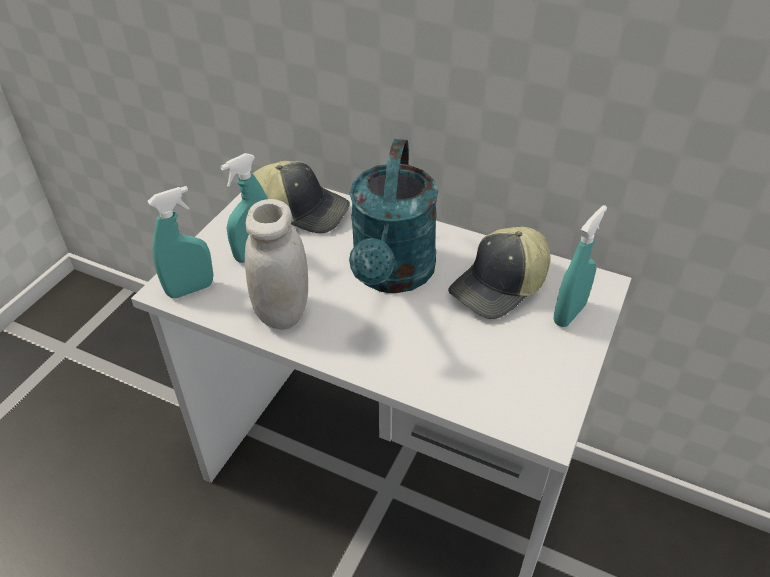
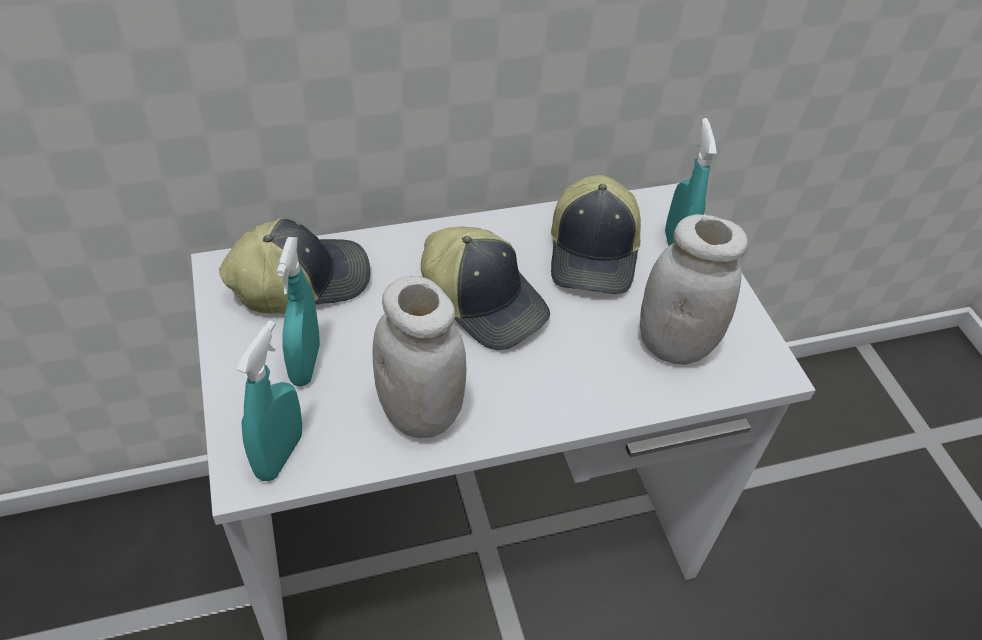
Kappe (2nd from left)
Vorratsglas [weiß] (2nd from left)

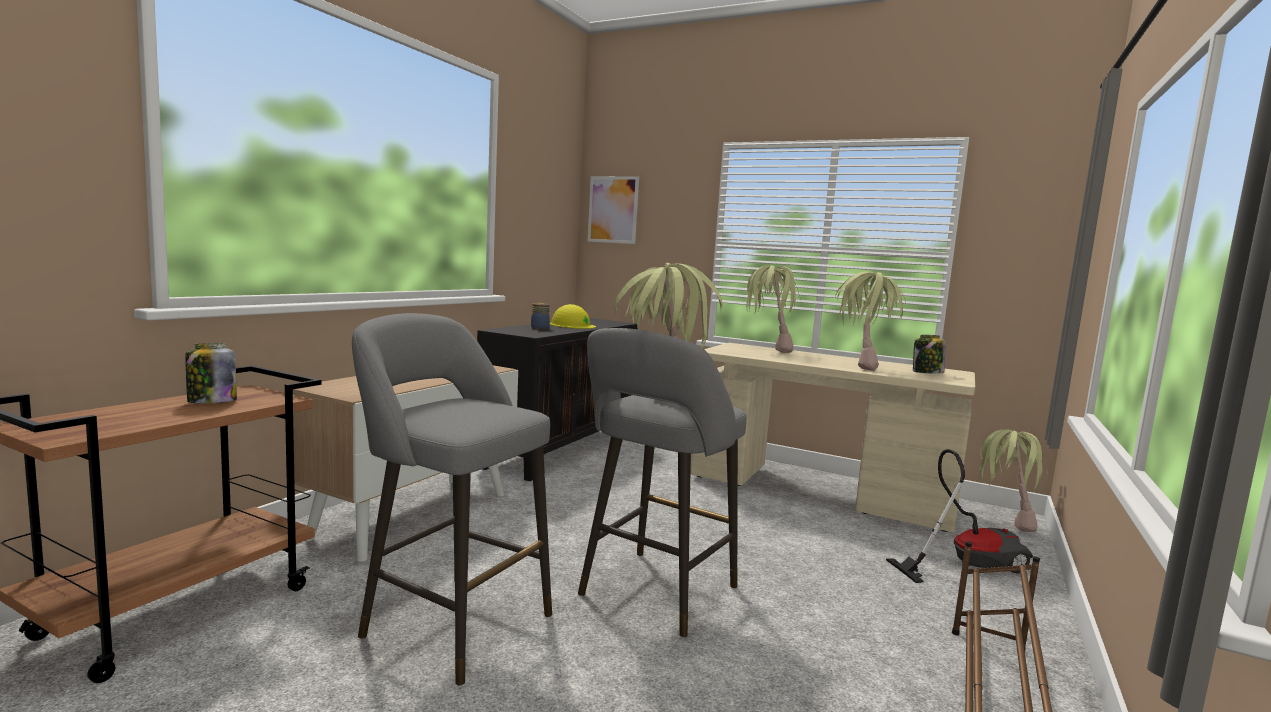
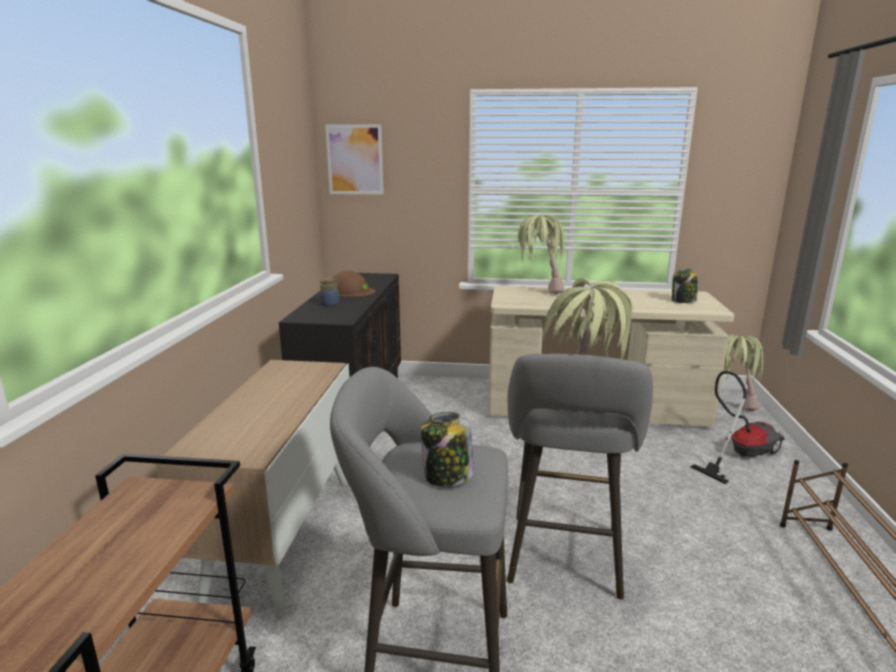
Topfpflanze (3rd from left in the first image)
Schutzhelm [braun]
Vorratsglas (2nd from left)

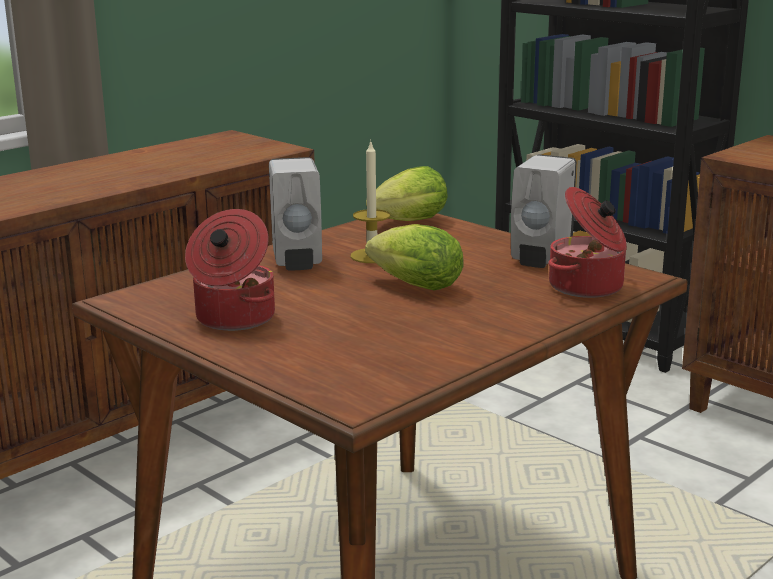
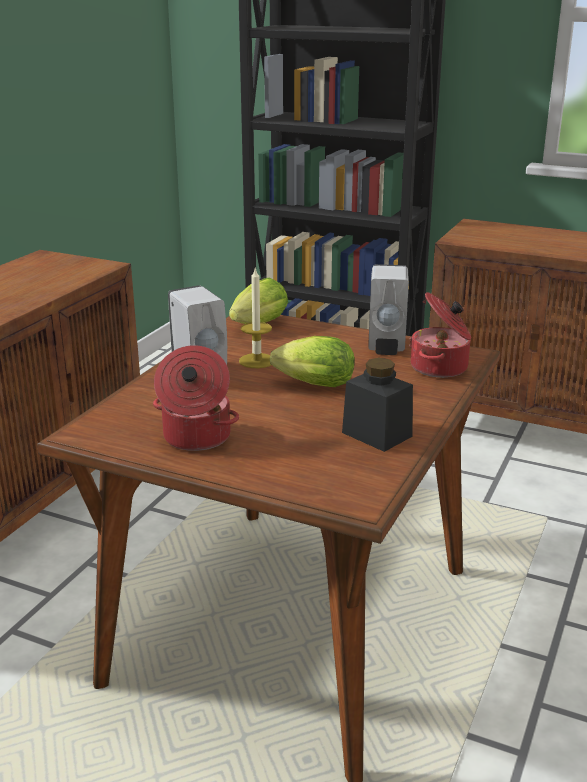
Vorratsglas [schwarz]

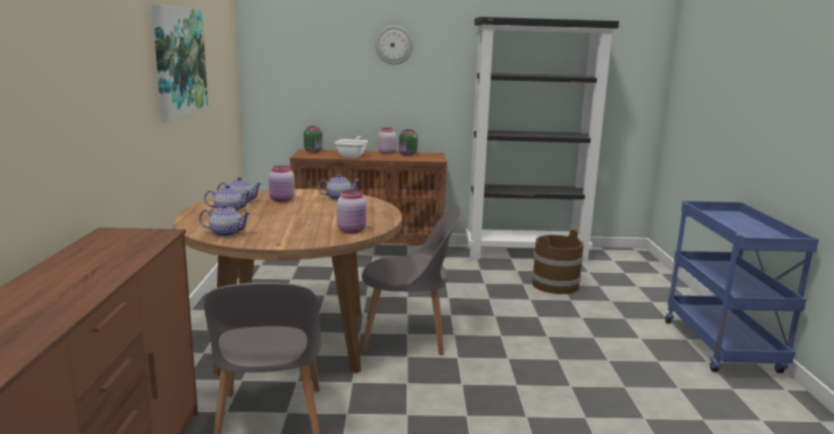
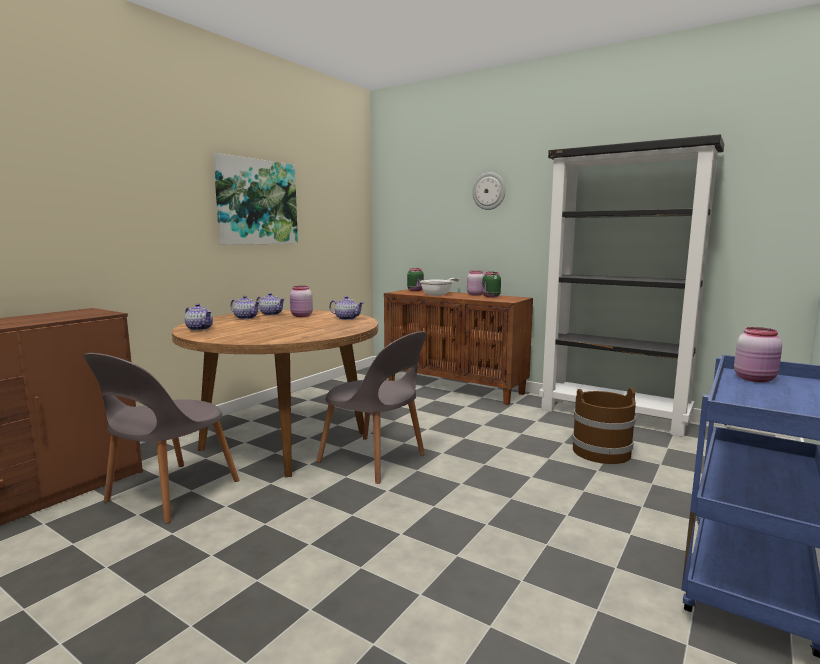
Vorratsglas [rosa] (3rd from left)

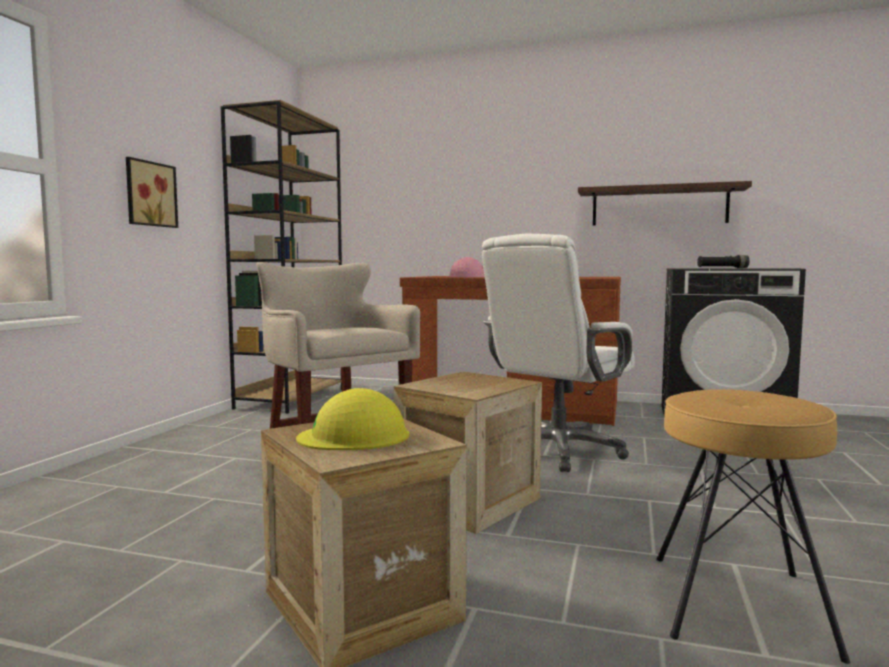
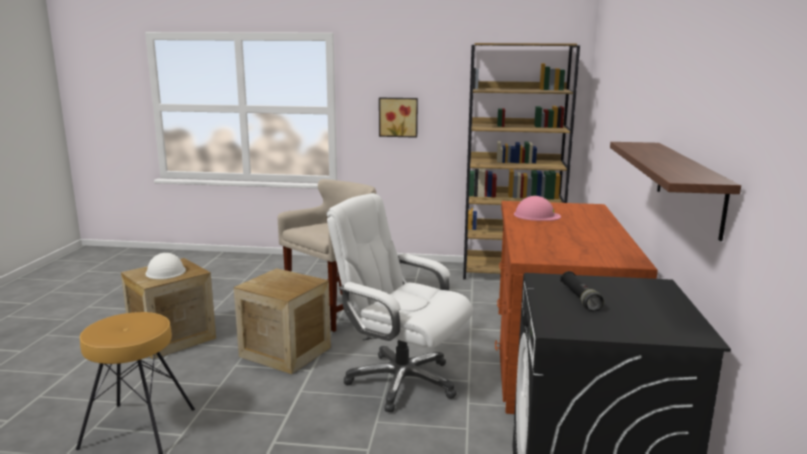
Schutzhelm [weiß]

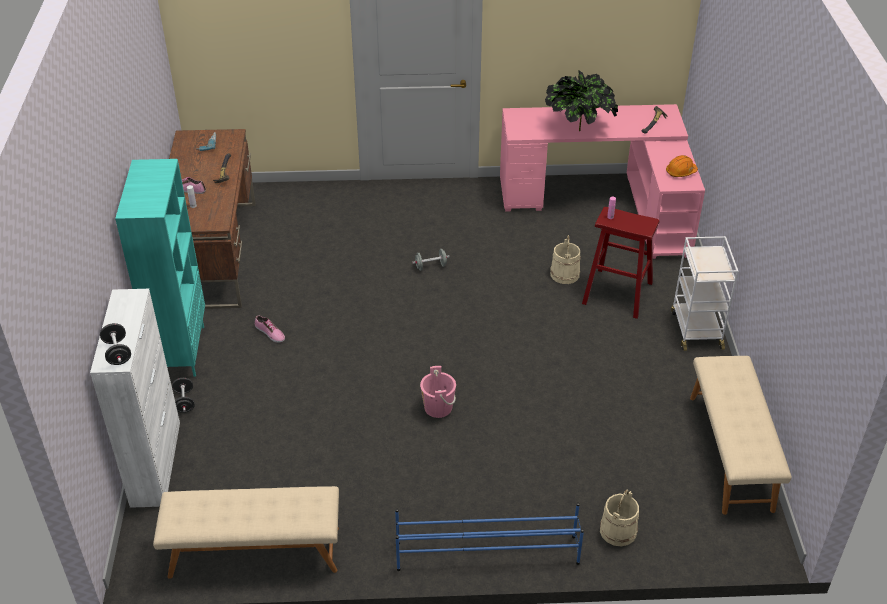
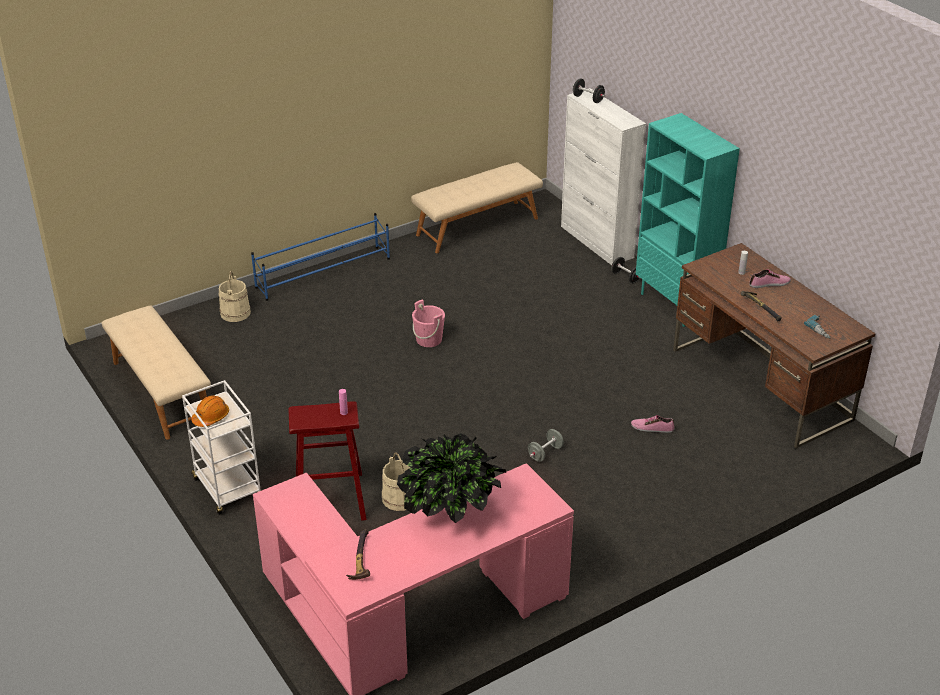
Schutzhelm [orange]
Schuh (1st from left)

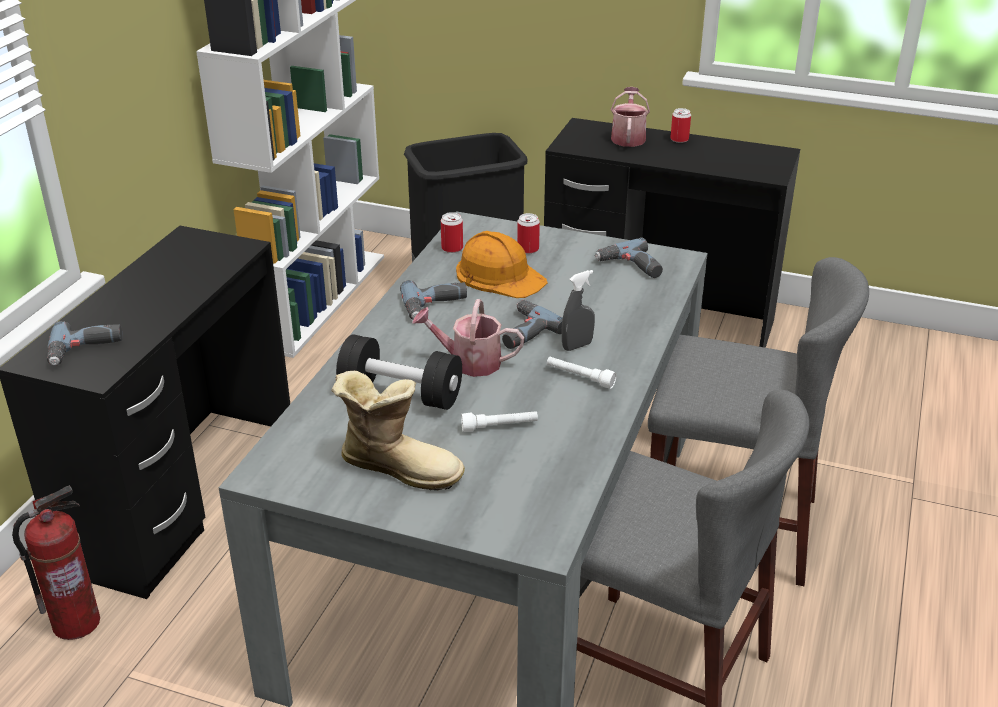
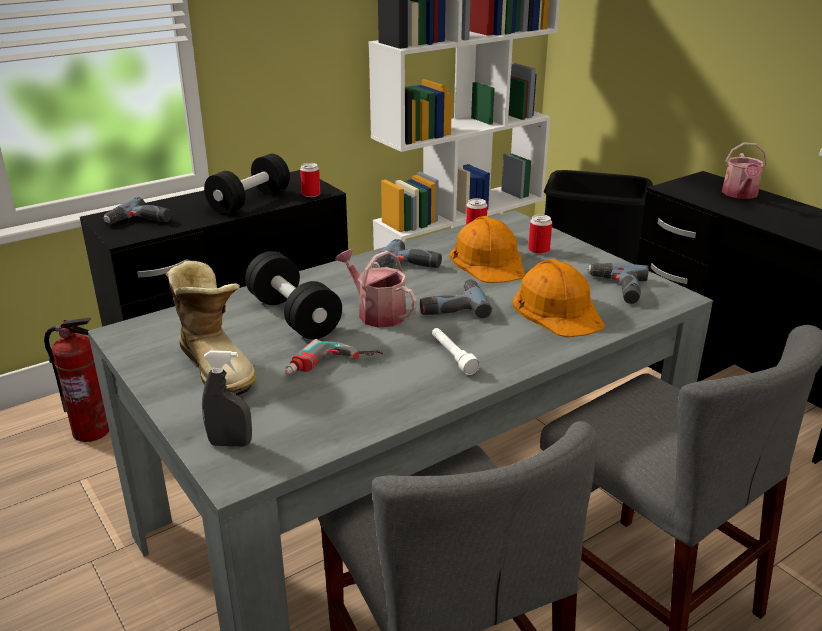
Gießkanne (2nd from left)
Dose (1st from left)
Sprühflasche [grau]
Bohrmaschine (2nd from left)
Hantel [schwarz] (1st from left)
Schutzhelm [orange] (2nd from left)

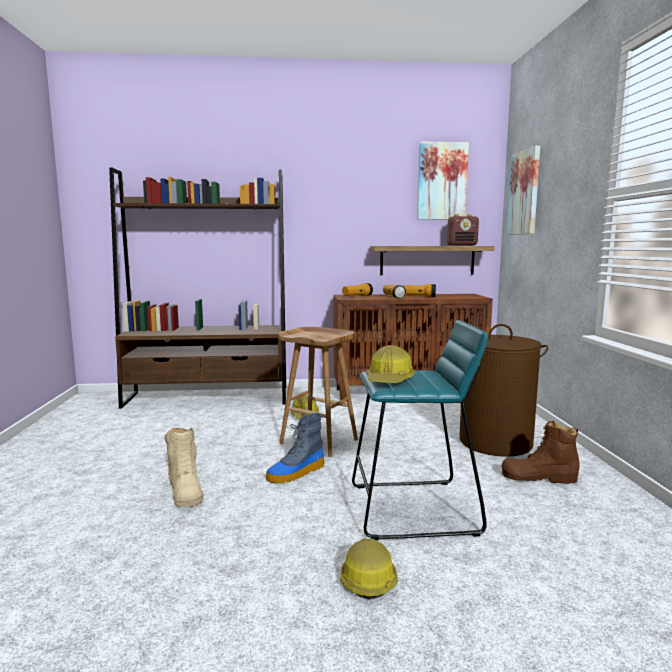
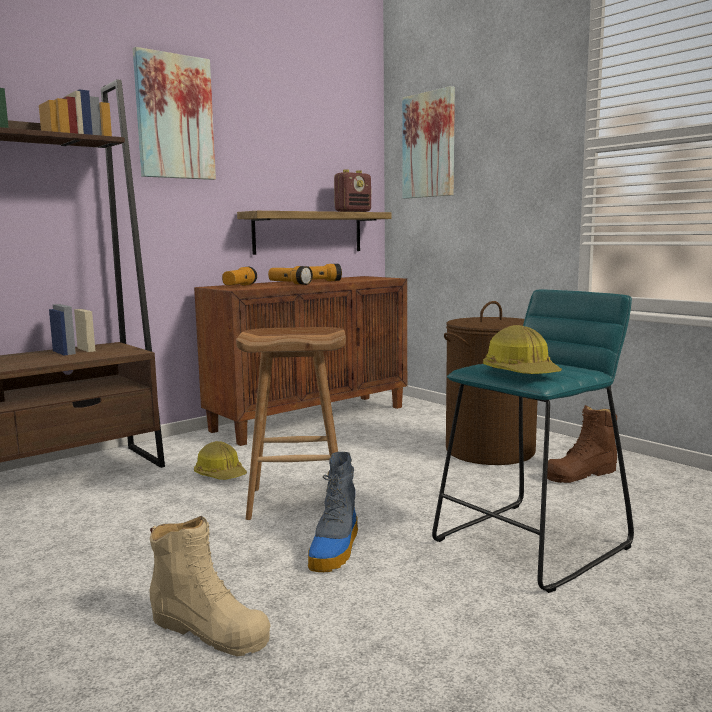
Bild (1st from left)
Schutzhelm (2nd from left in the first image)

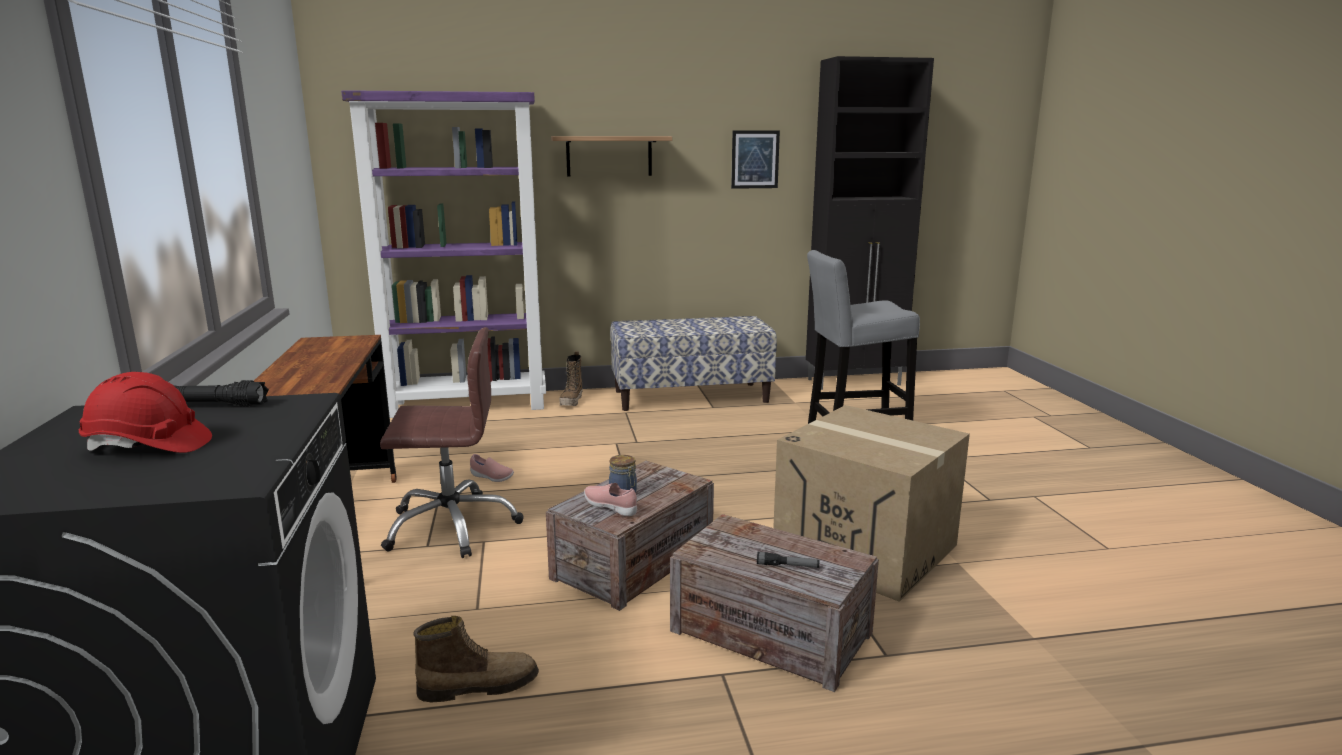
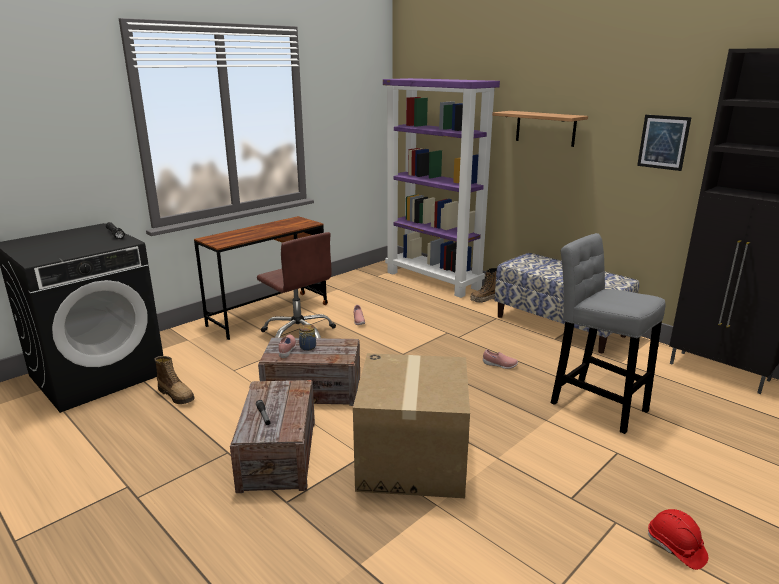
Schutzhelm [rot]
Schuh [rosa] (3rd from left)

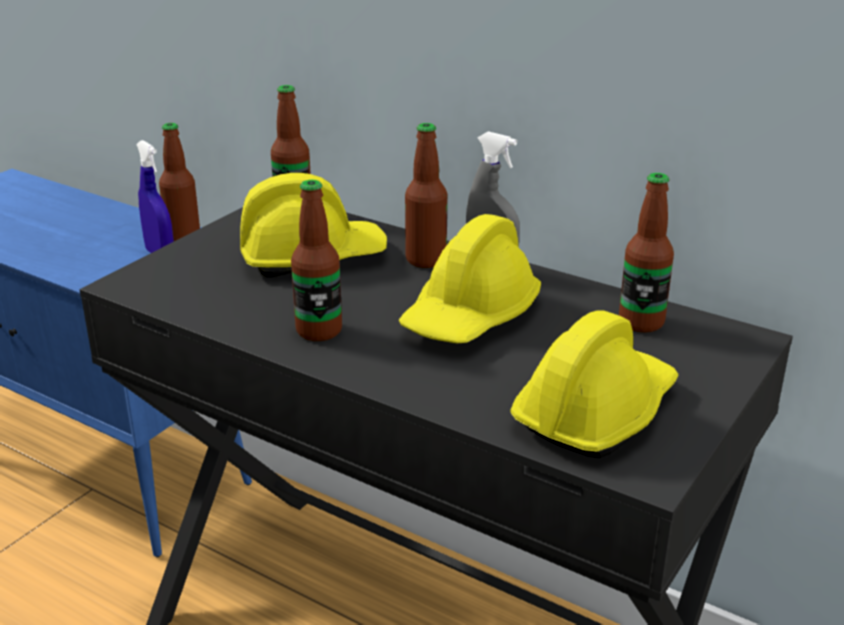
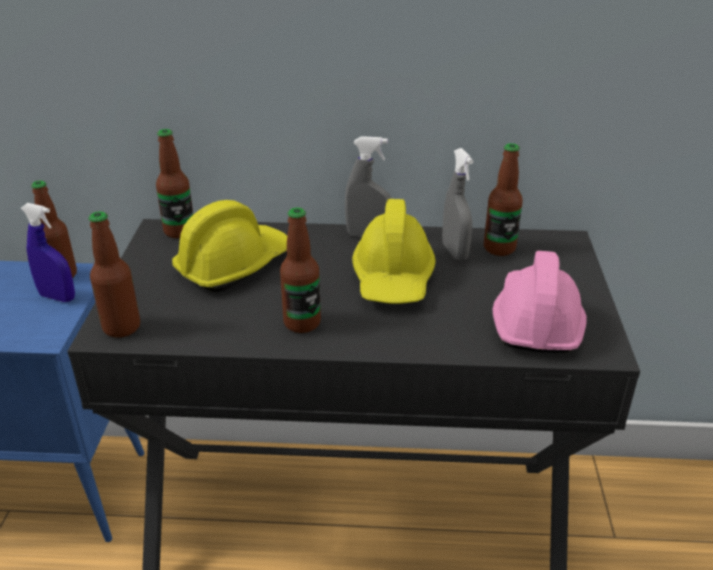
Flasche (2nd from left)
Schutzhelm [rosa]
Sprühflasche [grau] (2nd from left)

